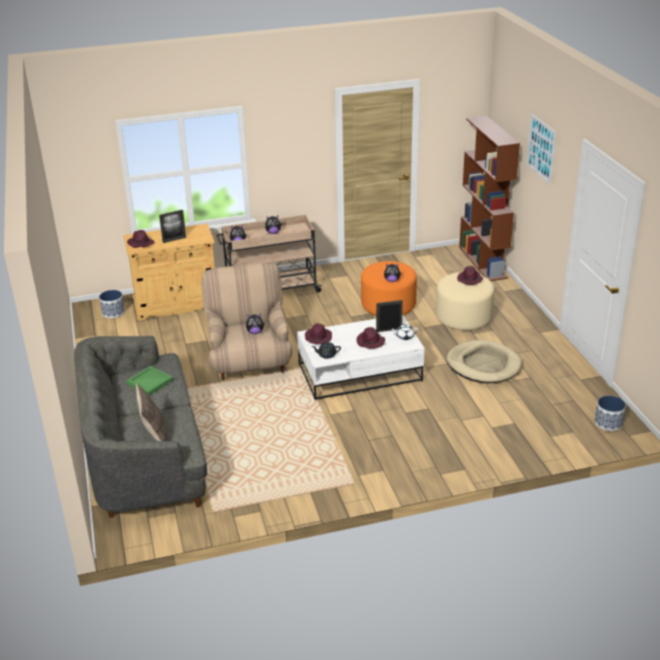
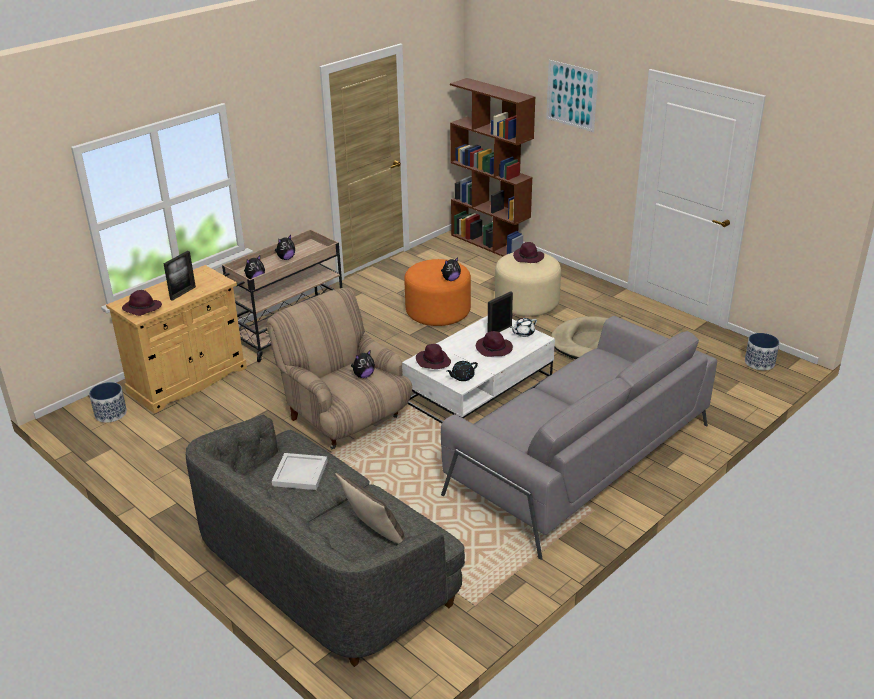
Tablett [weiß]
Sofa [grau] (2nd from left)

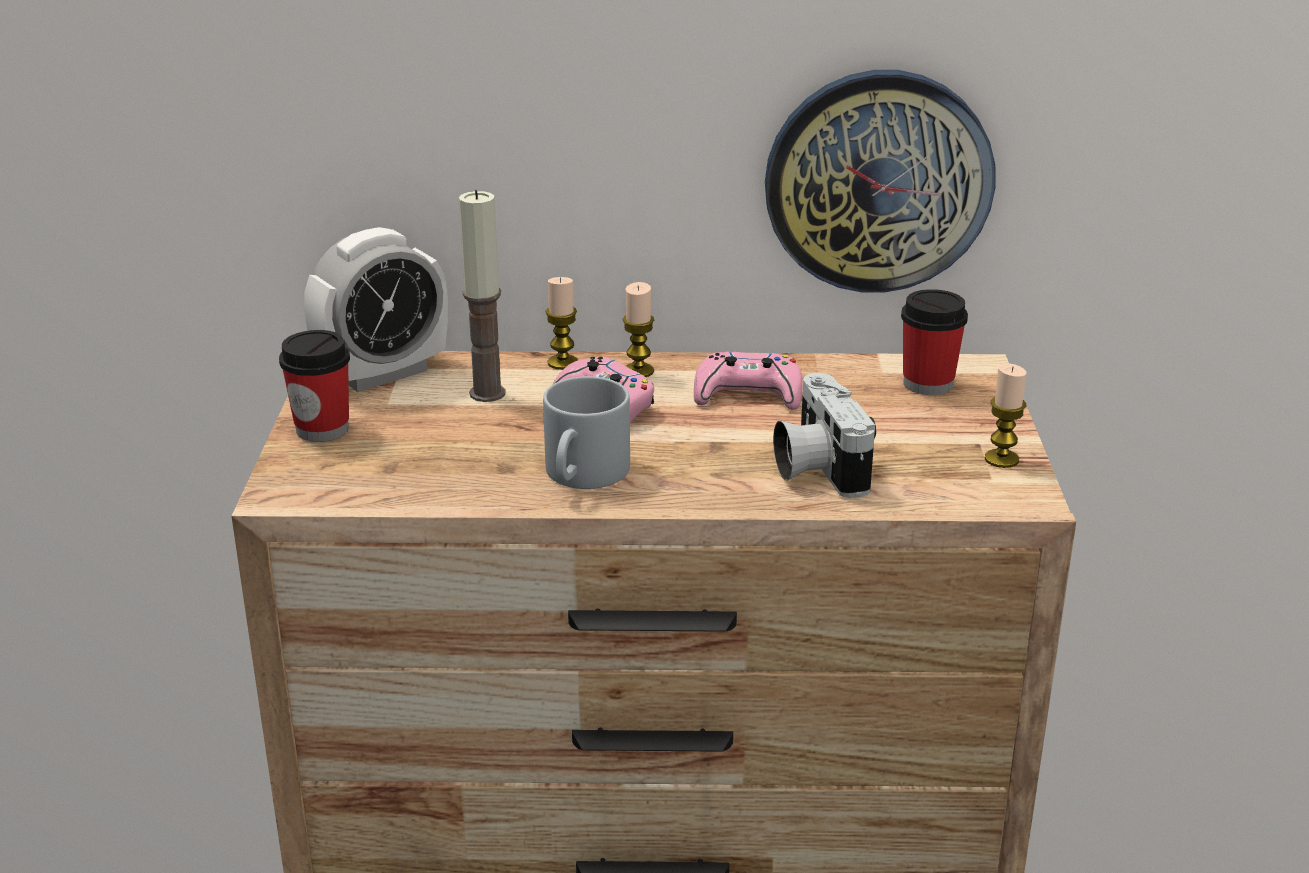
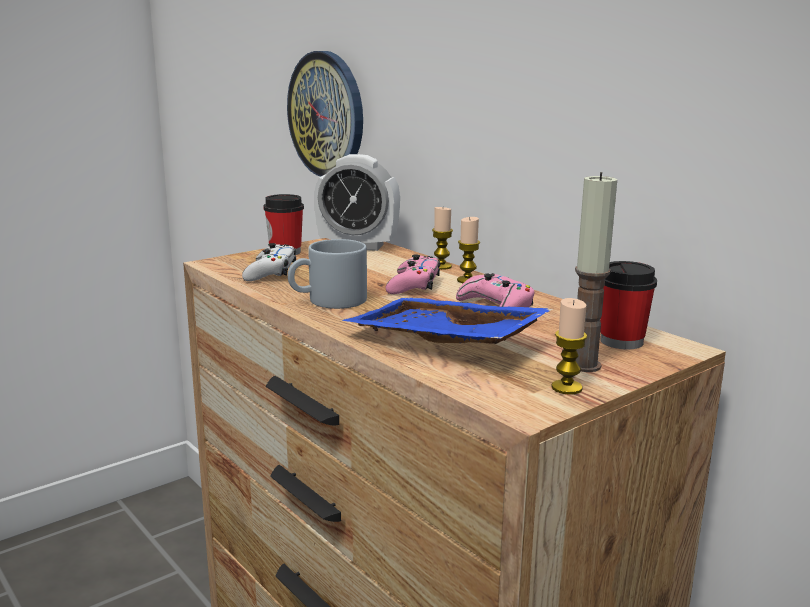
Wanduhr
Kerze (4th from left)
Tablett [blau]
Gamepad [weiß]

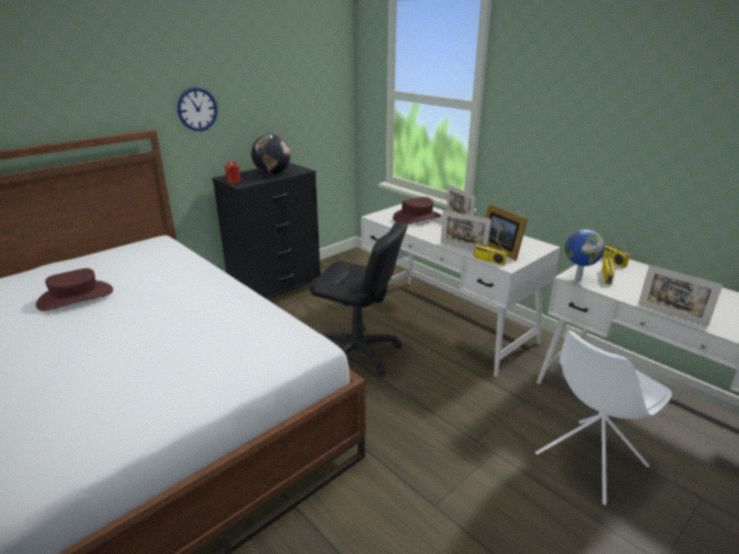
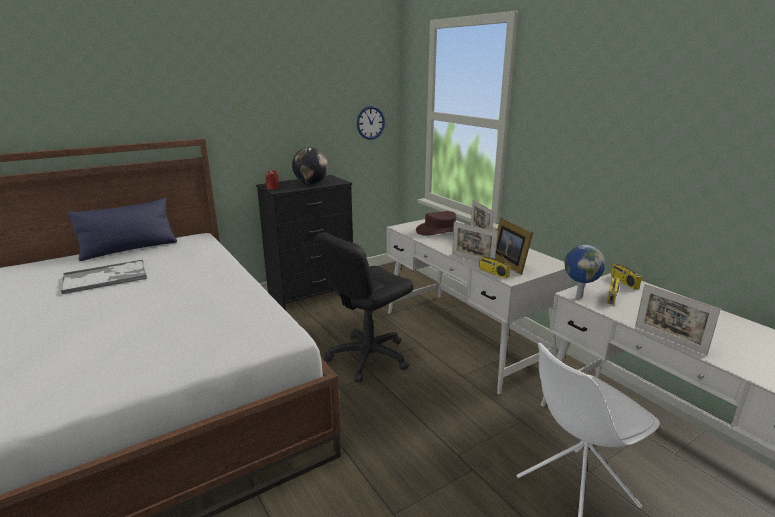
Wanduhr
Bürostuhl [schwarz]
Tablett
Kissen [blau]

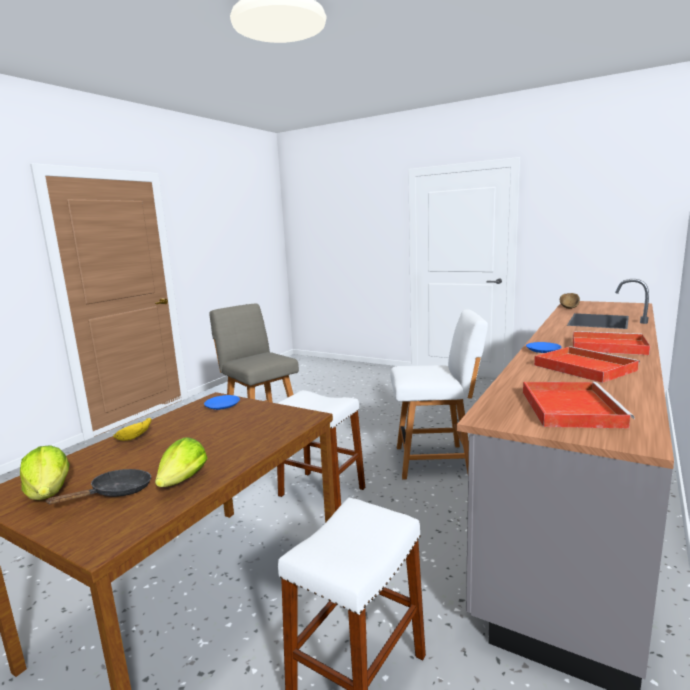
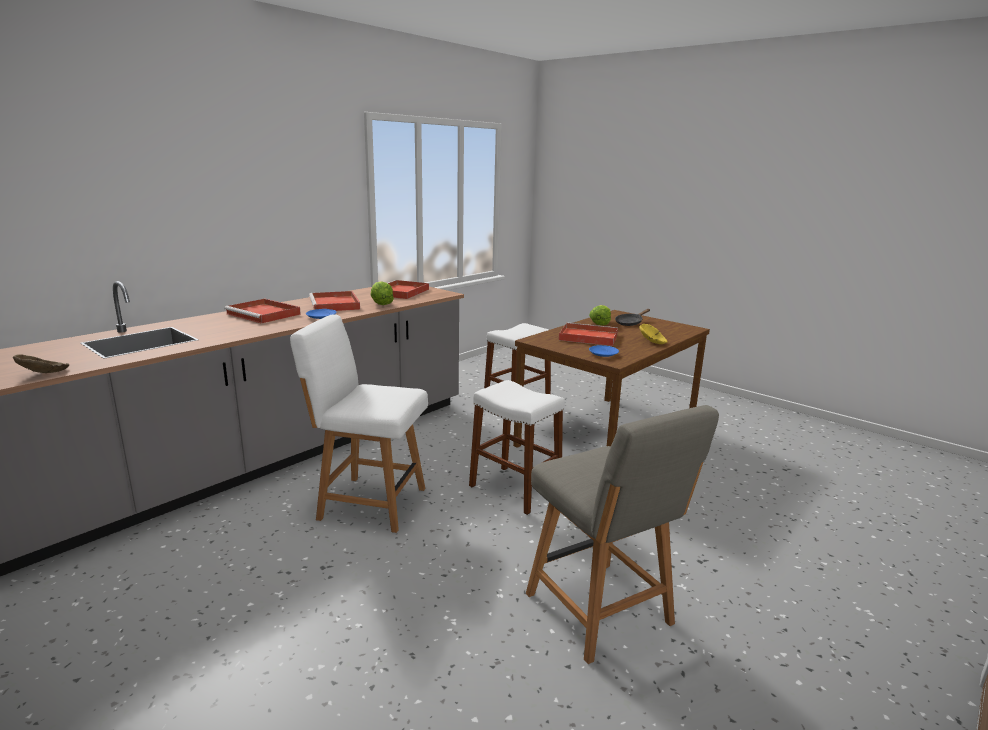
Salatkopf (1st from left)
Tablett [rot] (4th from left)

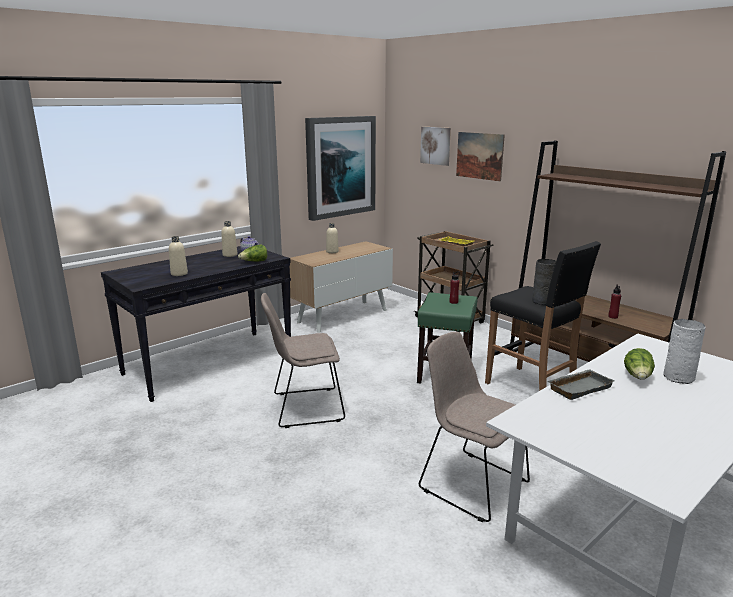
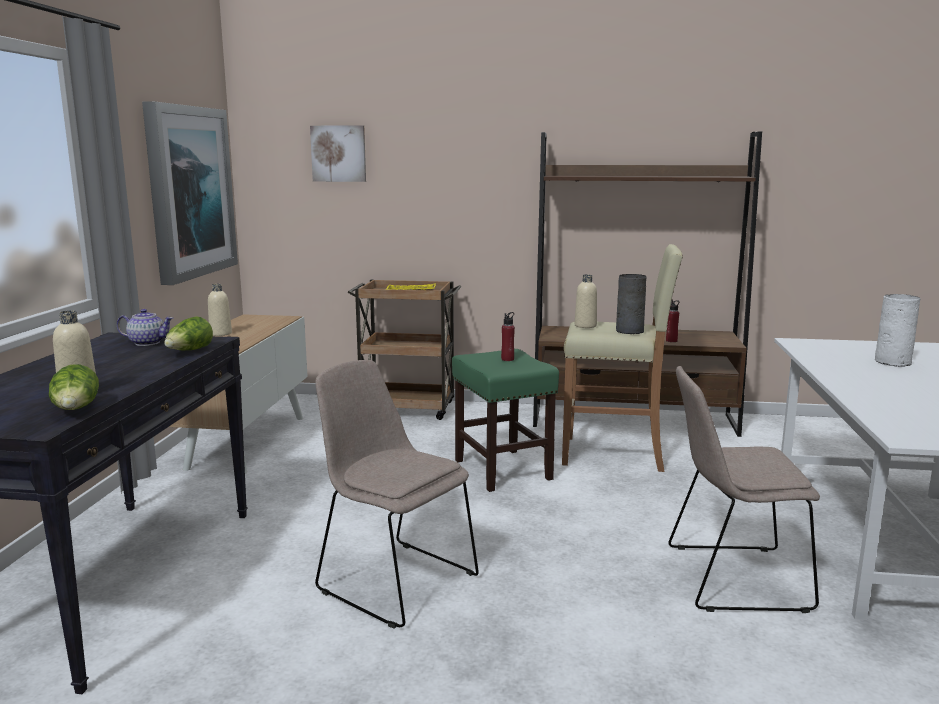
Bild (3rd from left in the first image)
Flasche [beige] (3rd from left)
Hocker [beige]
Stuhl [beige] (1st from left)
Salatkopf (1st from left)
Tablett [grau]

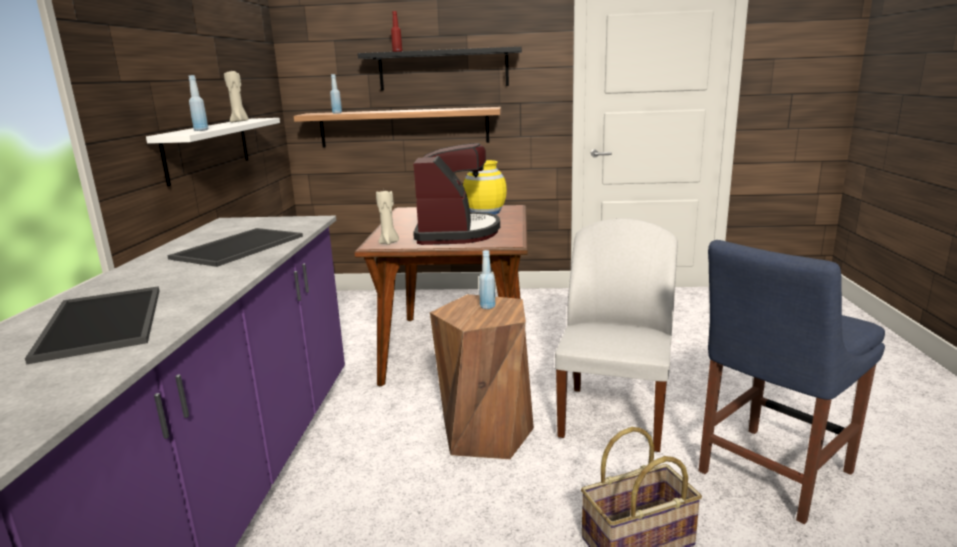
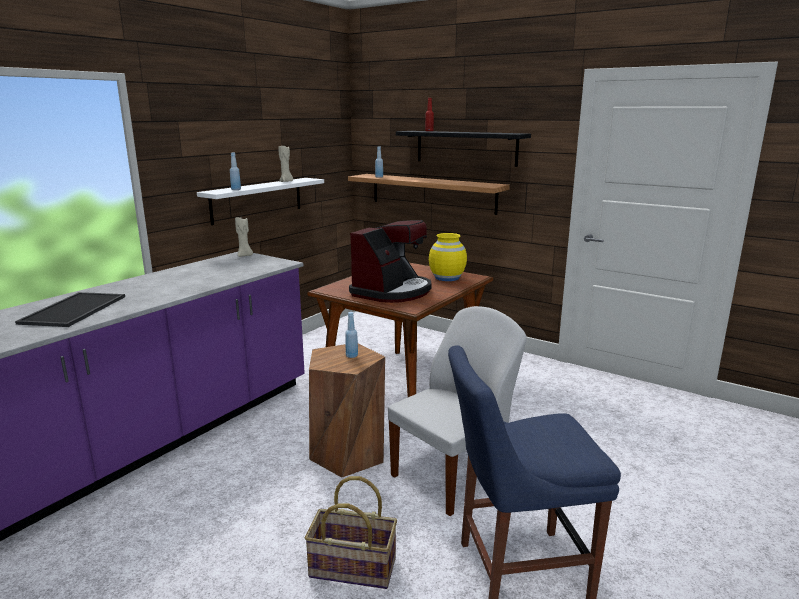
Kerze [beige] (1st from left)
Tablett (2nd from left in the first image)

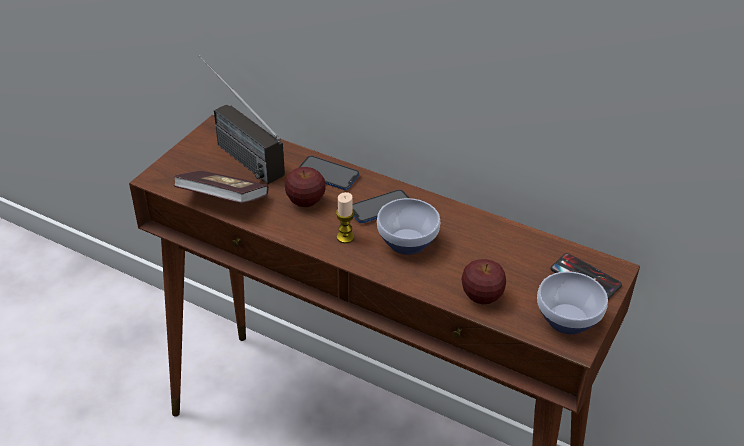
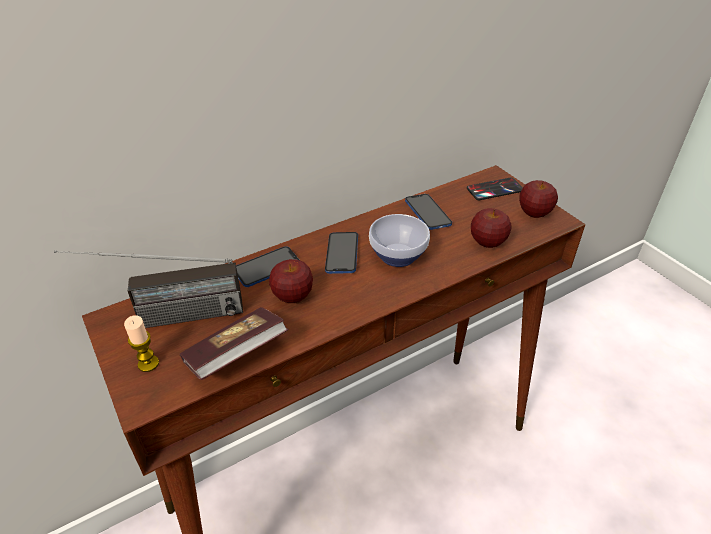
Kerze
Apfel (3rd from left)
Handy (3rd from left)

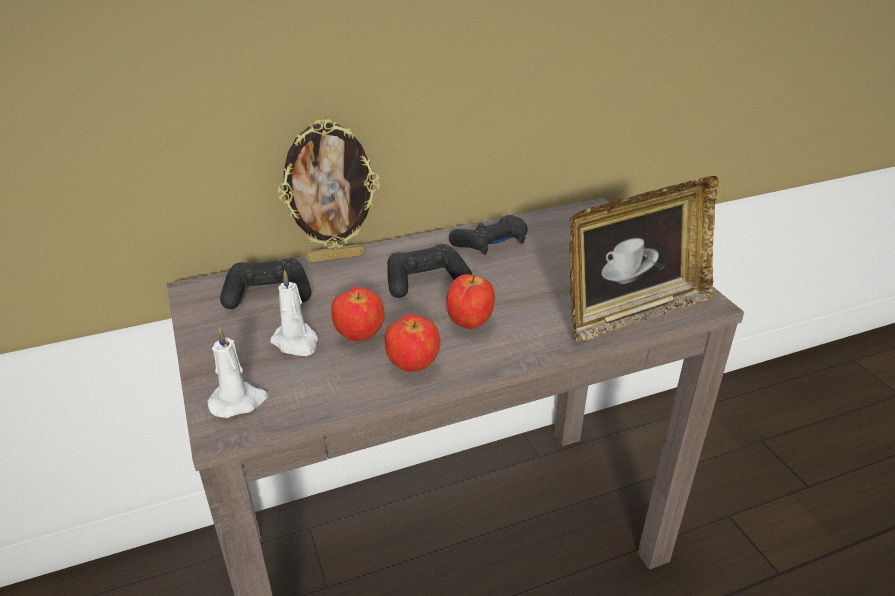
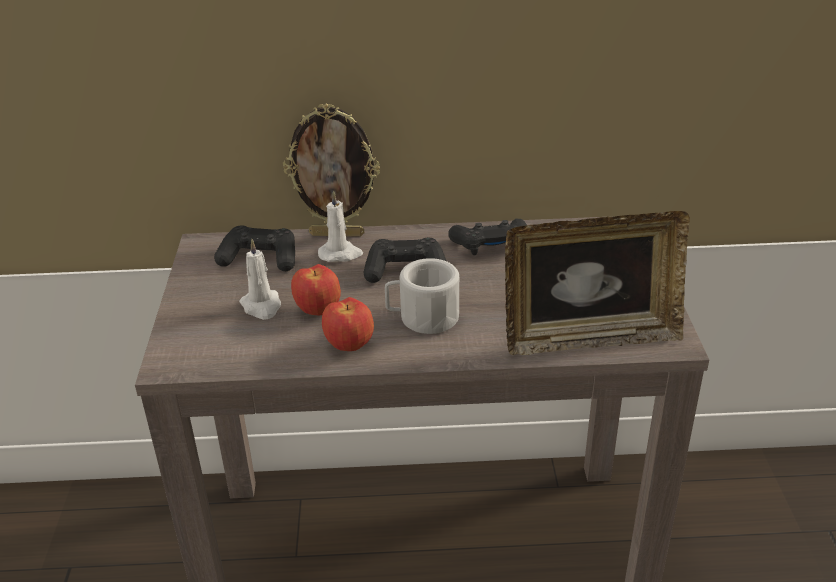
Henkelbecher [weiß]
Kerze [weiß] (2nd from left)

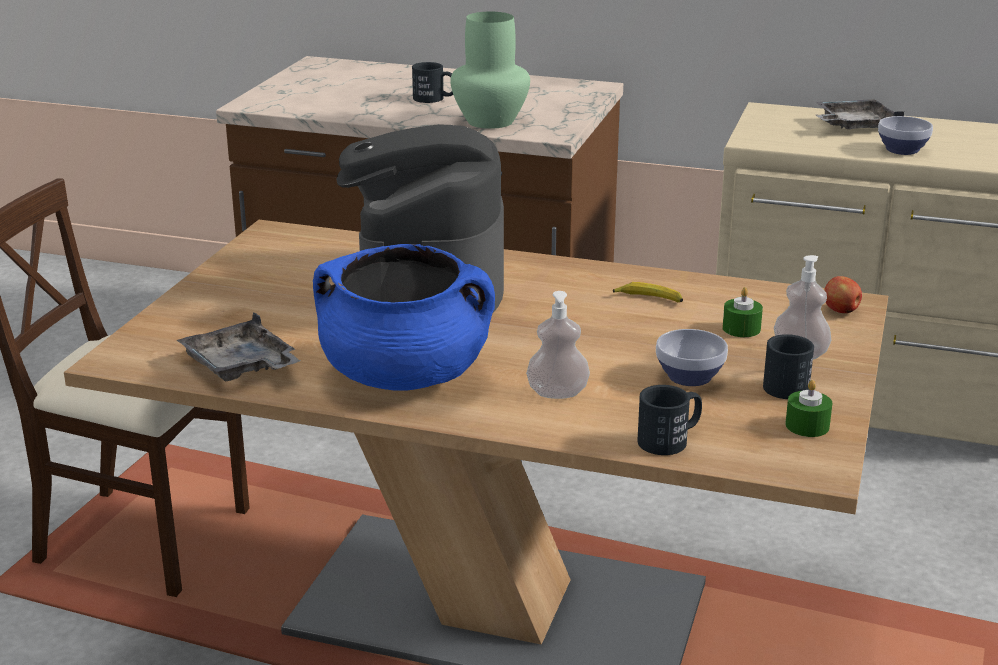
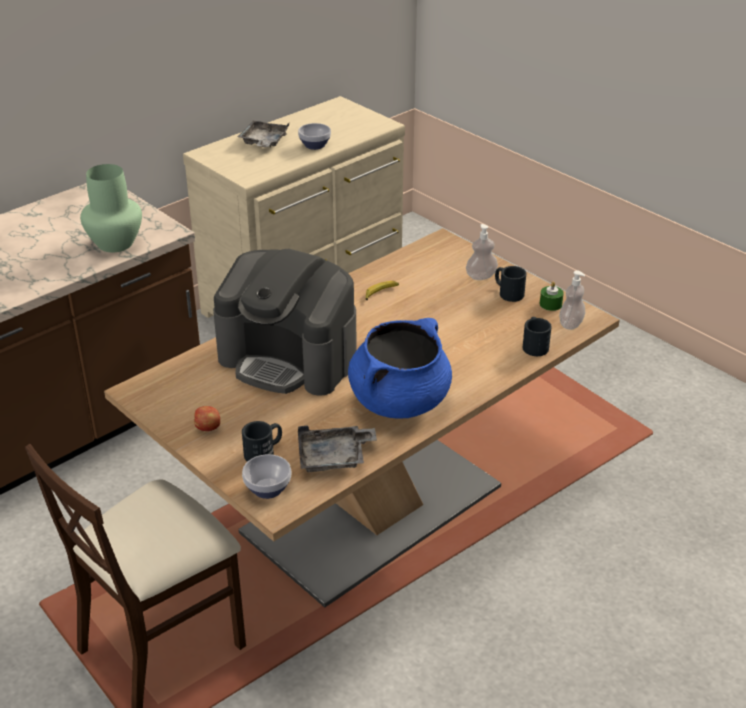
Henkelbecher [schwarz] (1st from left)
Apfel
Kerze [grün] (1st from left in the first image)
Seifenspender (2nd from left)
Schüssel (1st from left)

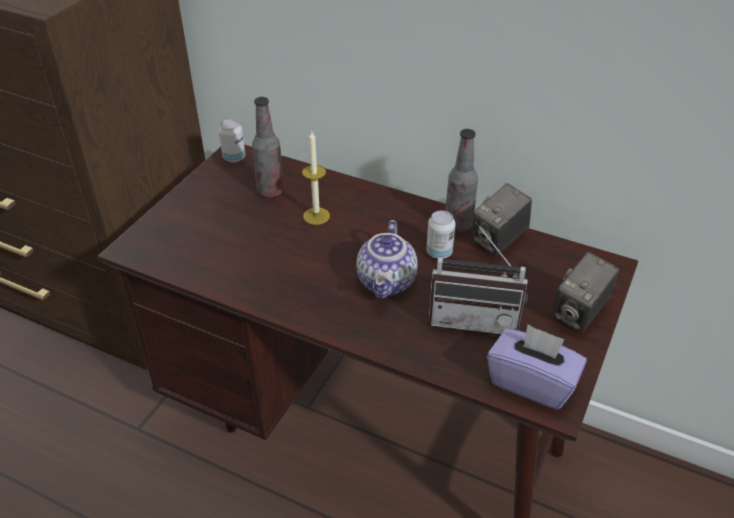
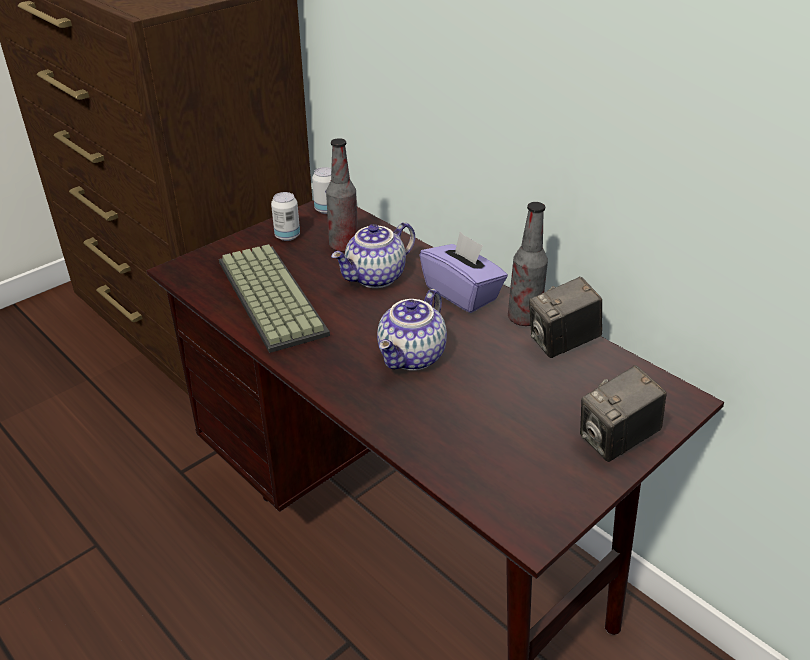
Teekanne (1st from left)
Dose (1st from left)
Radio
Taschentuchbox [lila]
Tastatur

